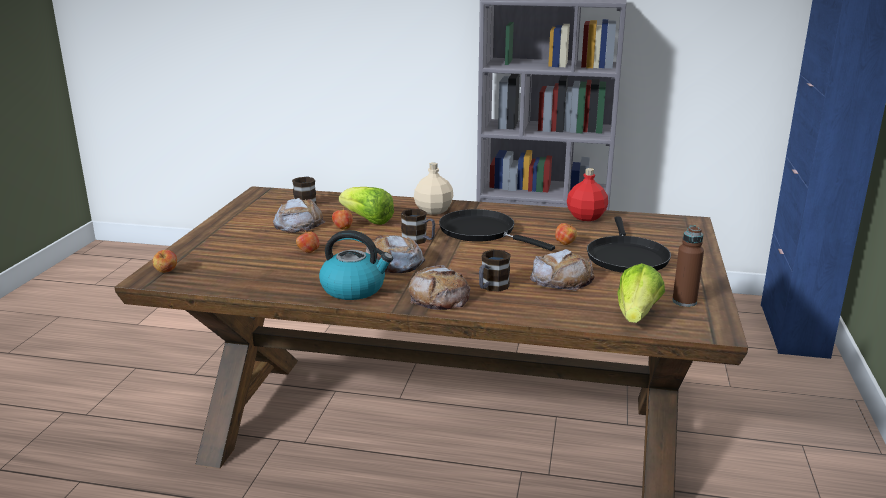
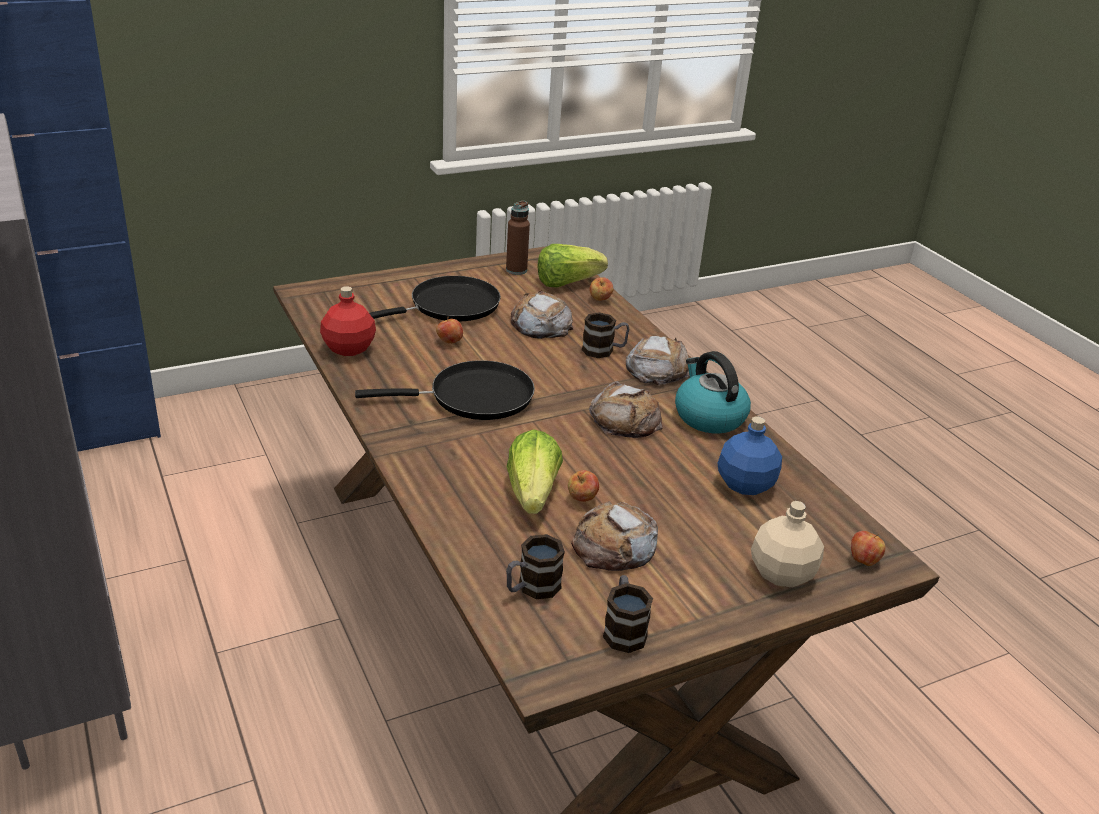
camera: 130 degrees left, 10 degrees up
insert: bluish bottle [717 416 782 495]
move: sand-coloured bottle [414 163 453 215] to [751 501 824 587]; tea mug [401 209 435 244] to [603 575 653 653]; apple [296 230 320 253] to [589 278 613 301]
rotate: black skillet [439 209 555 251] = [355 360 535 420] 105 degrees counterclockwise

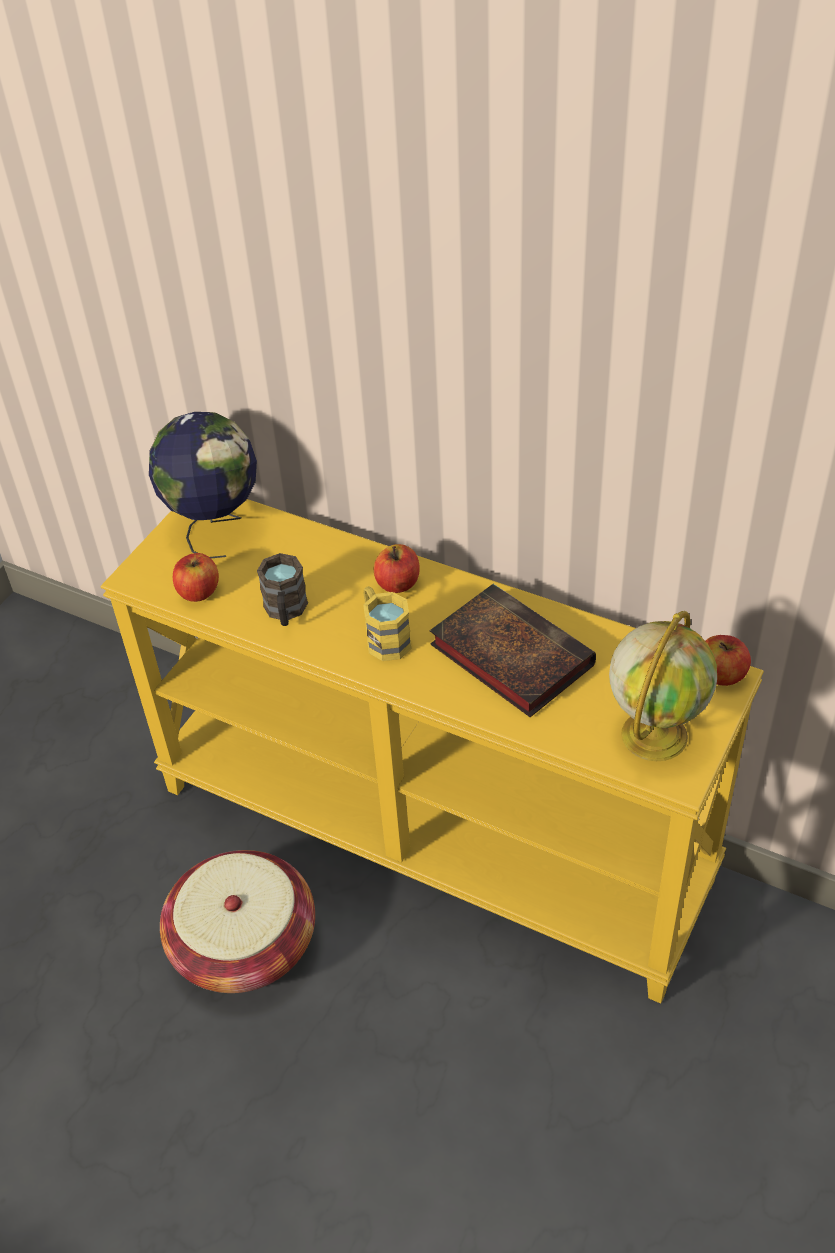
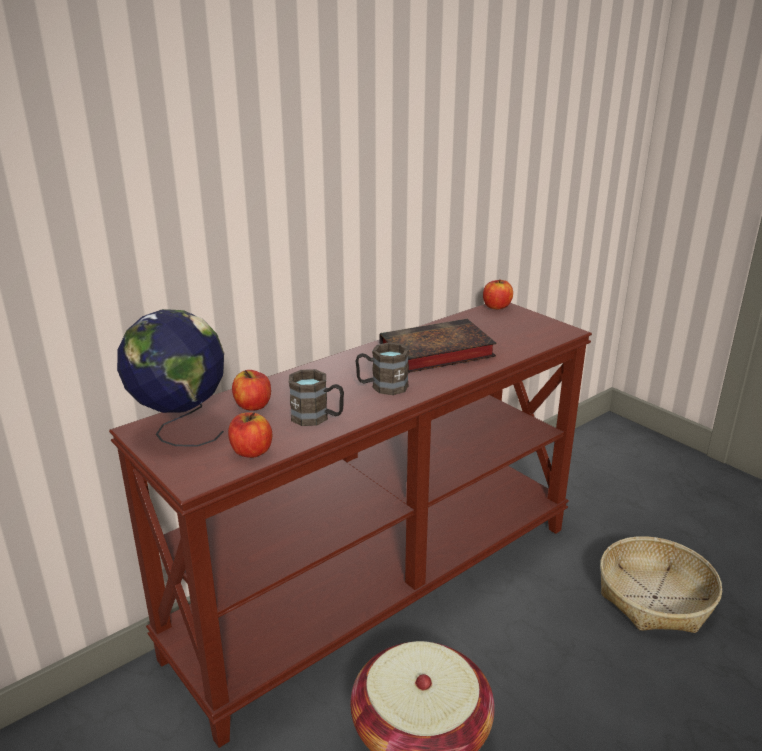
camera: 70 degrees left, 20 degrees down
delete: globe [609 611 717 761]
insert: storage basket [600 536 722 633]
move: apple [374 544 419 593] to [232 370 271 411]
recolor: yellow-coloured hall table [101 499 764 1004] to brown hall table [109 303 592 748]; yellow-coloured tea mug [363 586 412 661] to brown tea mug [355 342 409 395]

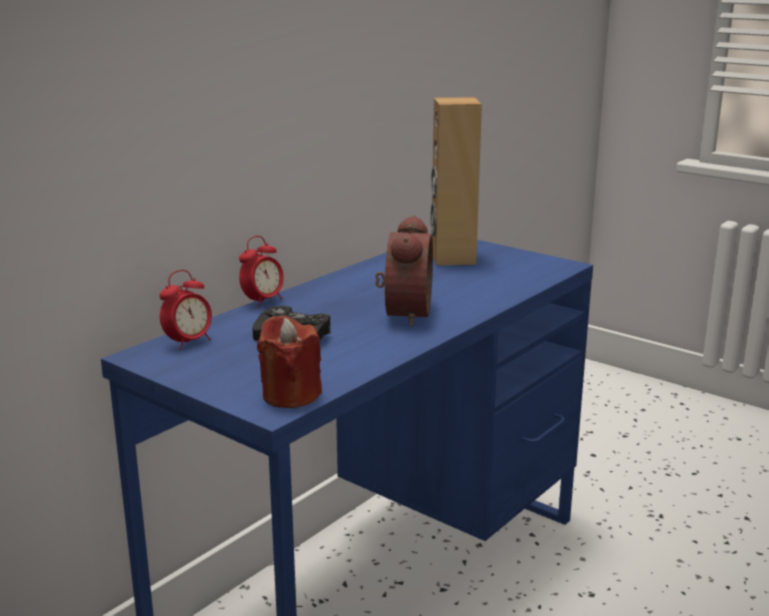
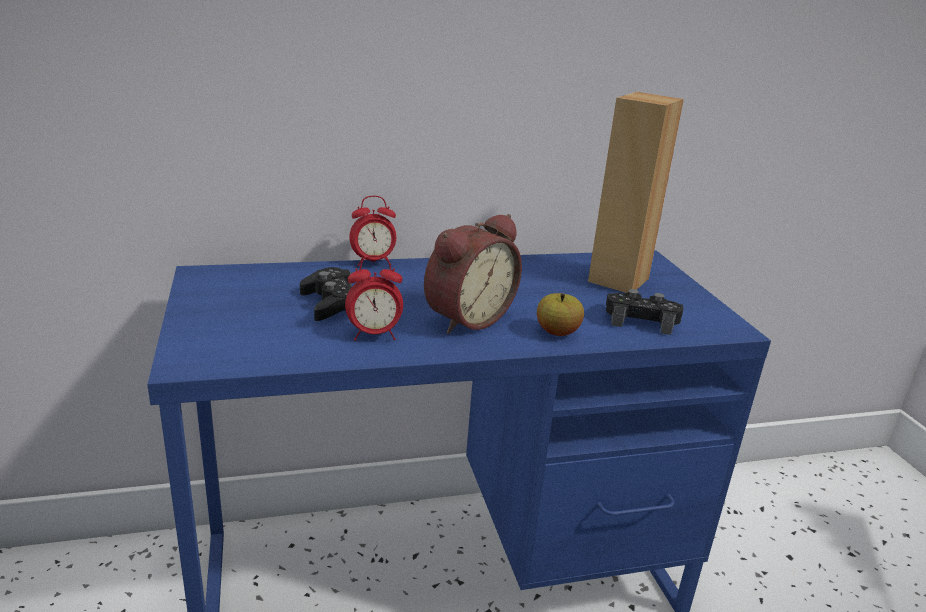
camera: 35 degrees right, 5 degrees up
delete: reddish wax light [257 316 322 408]
insert: black game controller [606 289 684 335]; apple [537 293 584 336]
move: alarm clock [159 270 212 350] to [345 255 403 341]

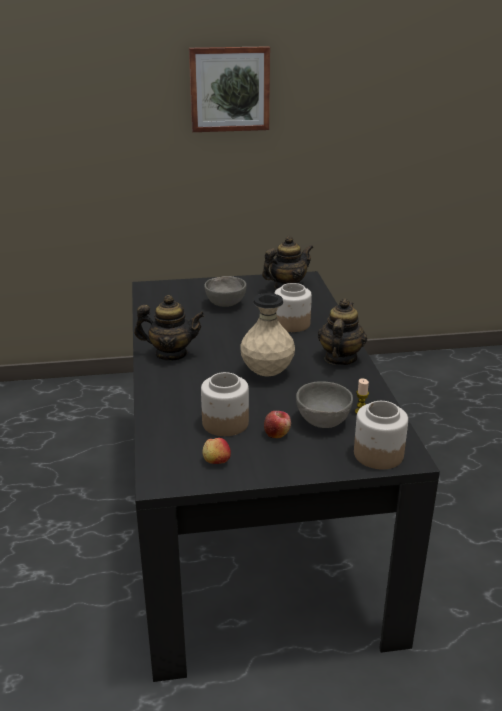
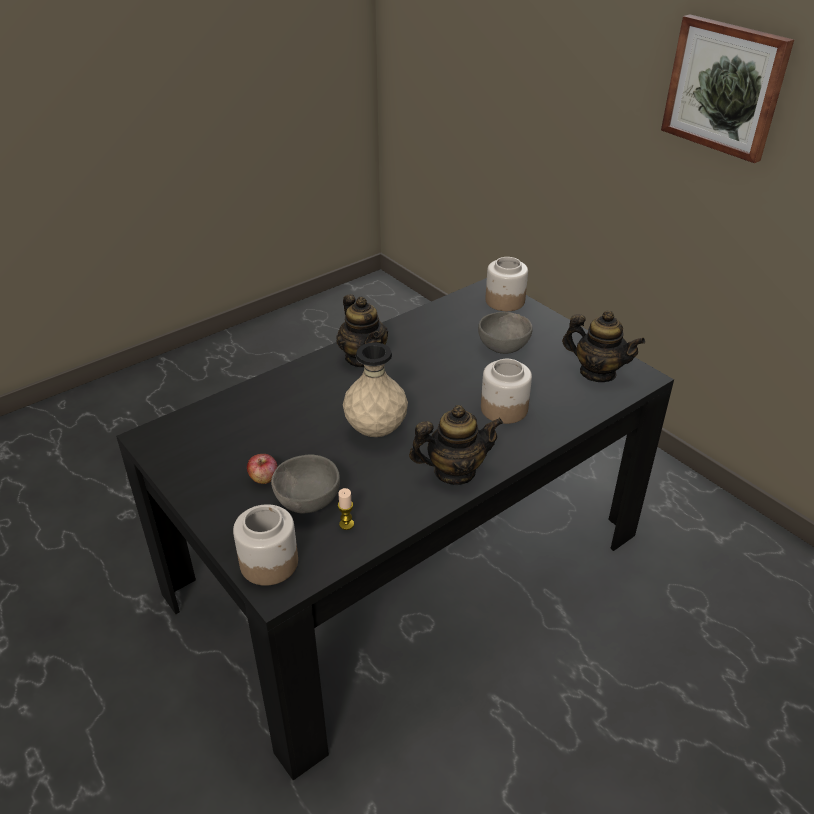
camera: 60 degrees right, 10 degrees up
delete: apple [202 438 231 464]
move: jar [201 372 249 436] to [485 257 528 311]

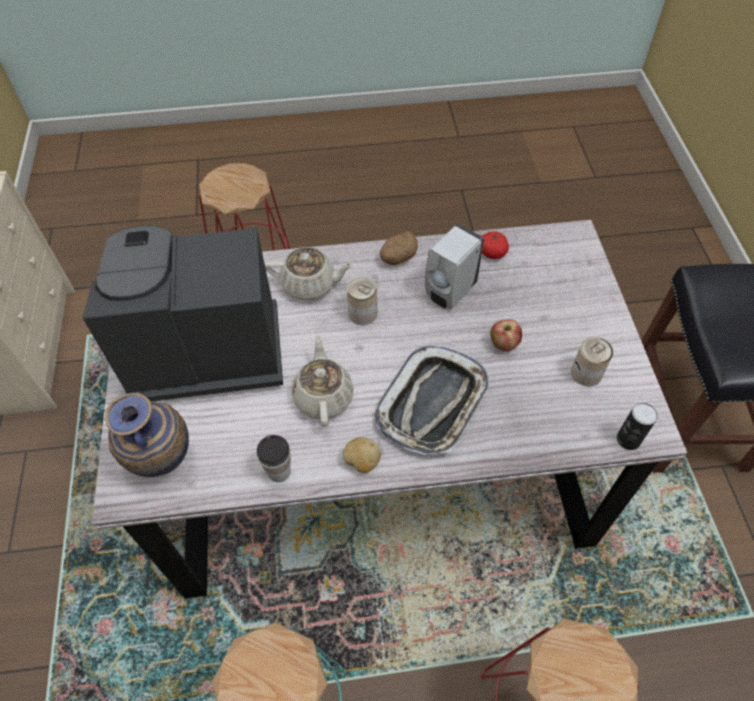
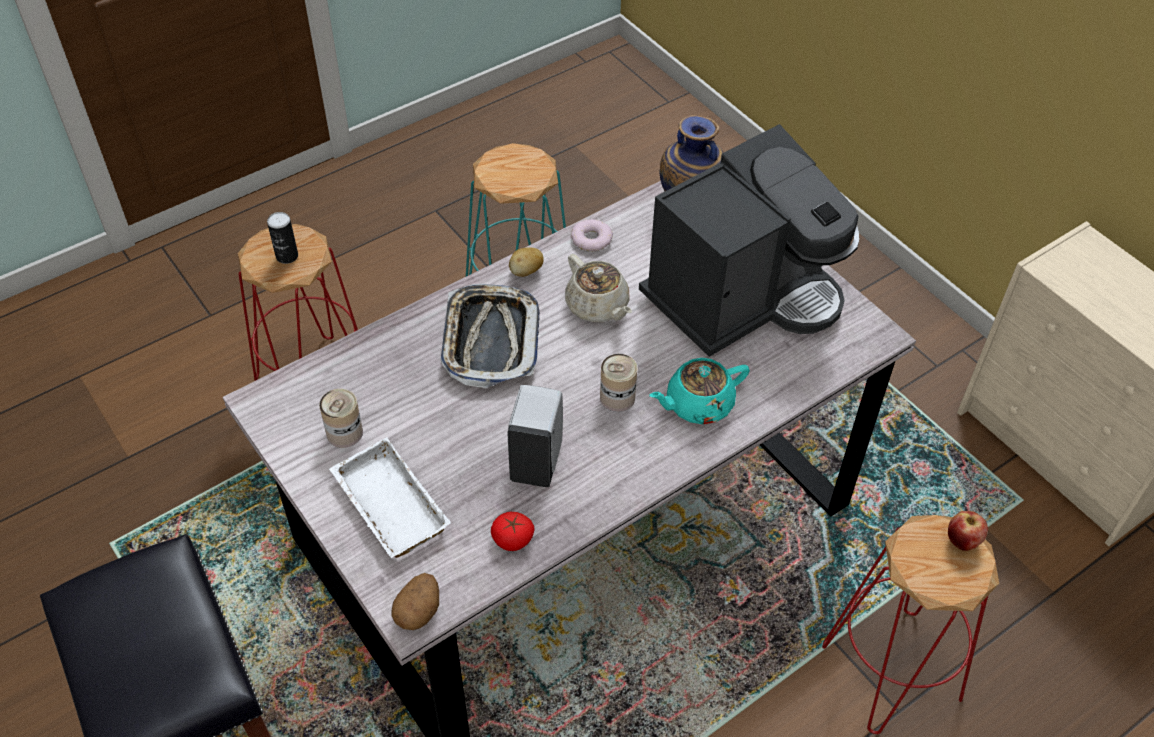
camera: 150 degrees right, 5 degrees down
insert: whitish carrying tray [329 437 451 558]
move: whole potato [380 232 418 265] to [392 573 439 630]; apple [490 319 522 352] to [948 511 988 551]; can [617 403 658 450] to [267 212 298 264]
replace: drinking cup [257 435 291 482] to ring doughnut [571 219 613 251]
recolor: sand-coloured pot for tea [265 247 354 300] to turquoise pot for tea [649 358 750 424]

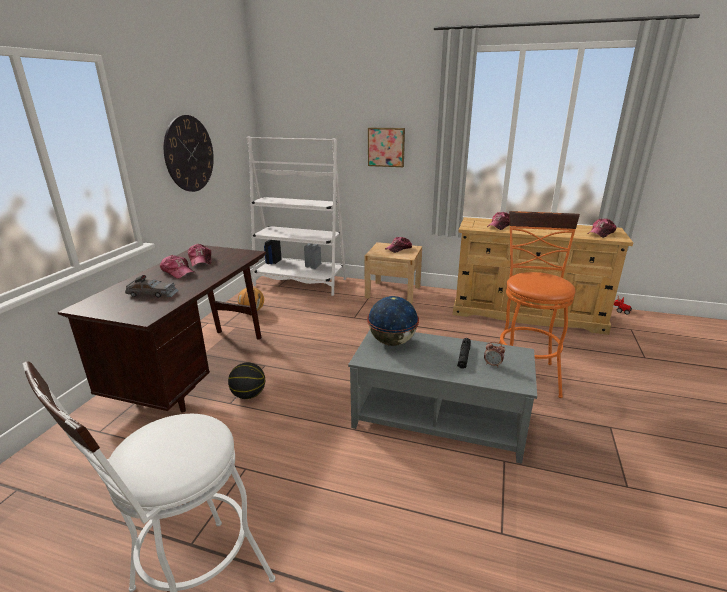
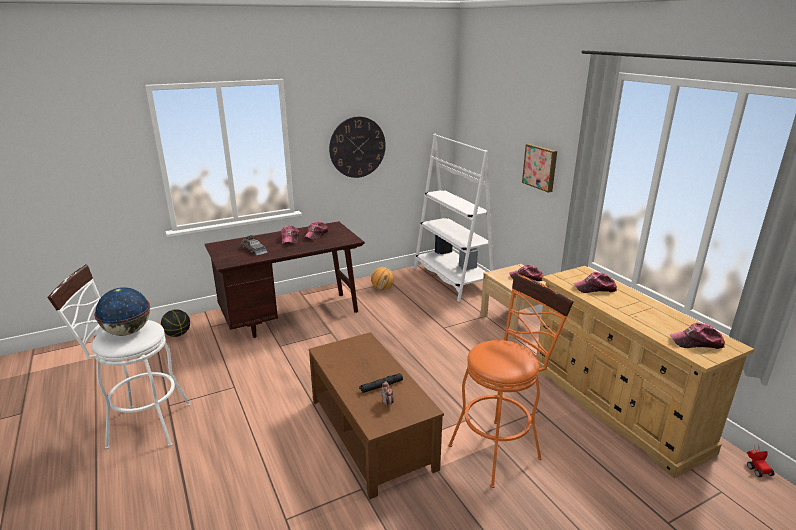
camera: 45 degrees right, 0 degrees up
move: globe [367 296 419 346] to [94 287 150 336]; basketball [228 363 265 399] to [161 309 190 337]
recolor: greyish low table [348 330 537 464] to brown low table [308 332 444 499]

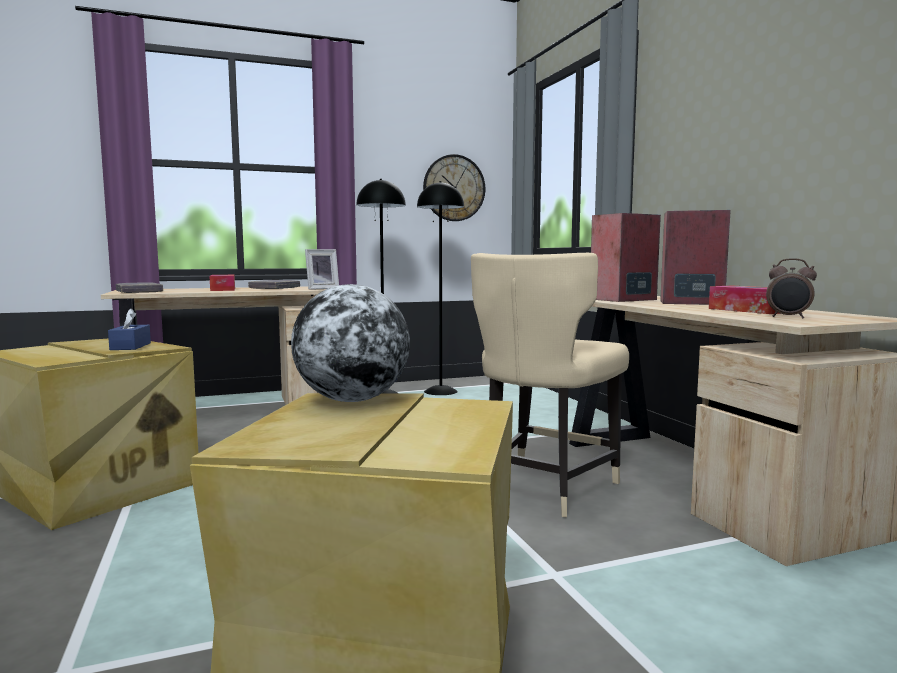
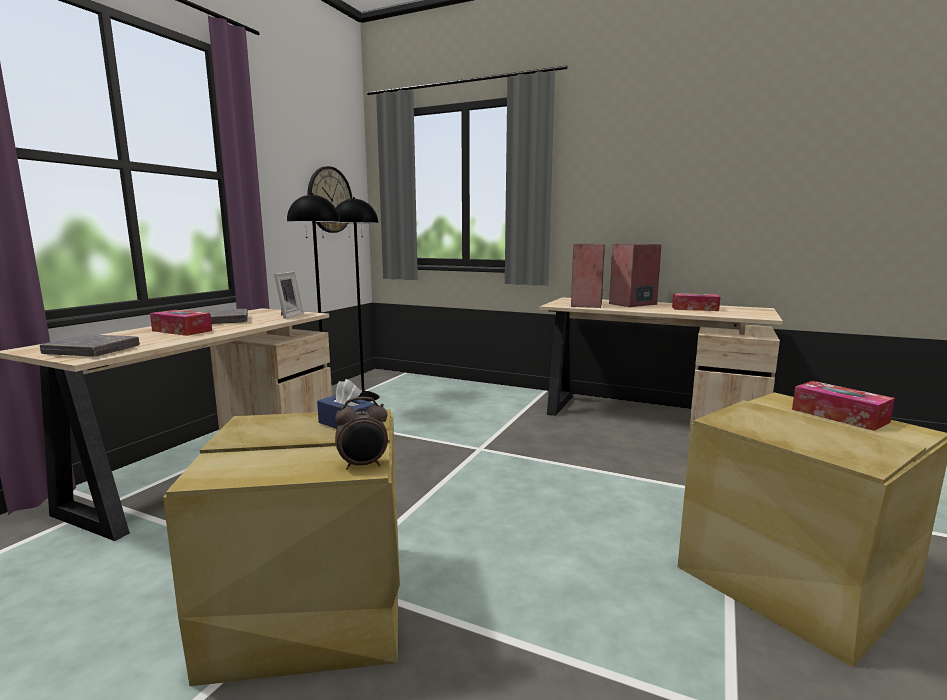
camera: 45 degrees left, 5 degrees up
delete: sand-coloured chair [471 253 629 517]; globe [291 284 410 402]
insert: box of tissues [792 381 895 431]
move: alarm clock [766 258 817 319] to [335 397 388 470]

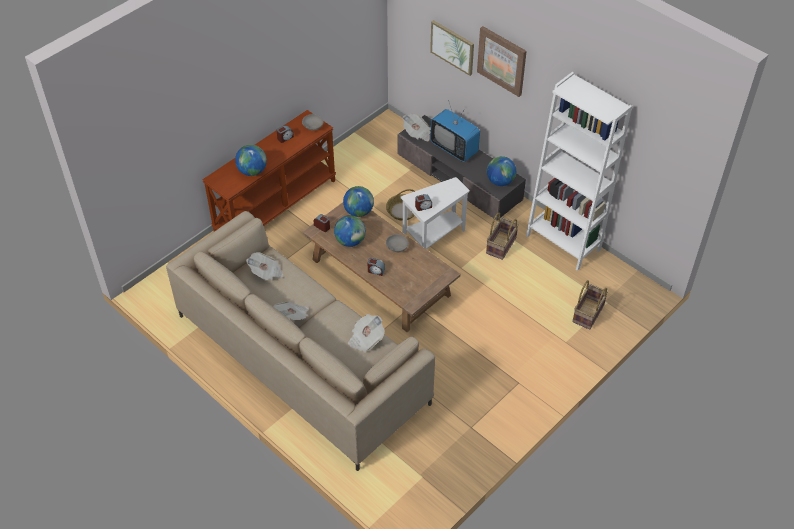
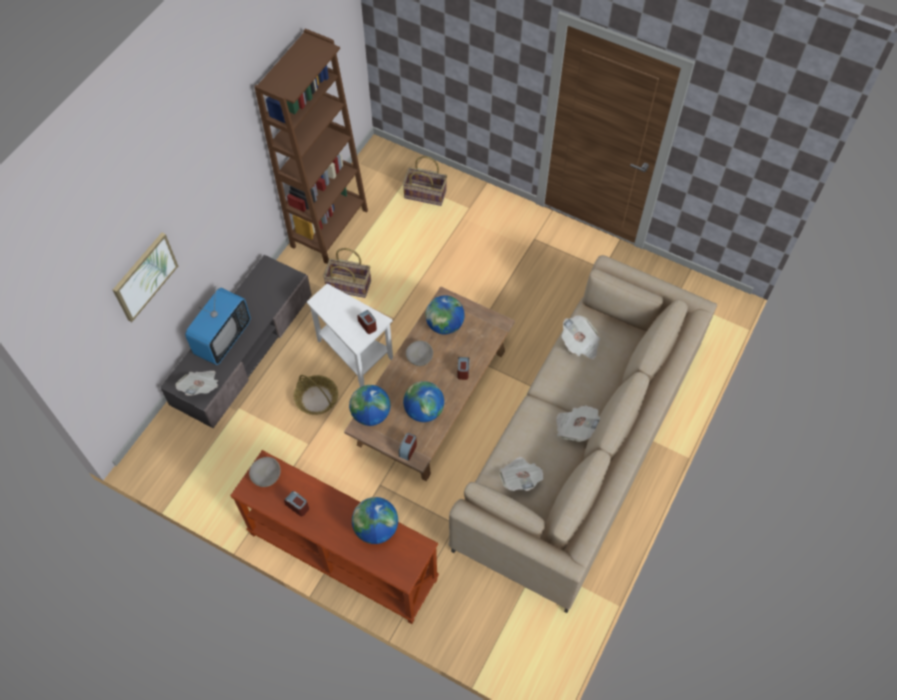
camera: 105 degrees left, 10 degrees up
delete: wall picture [477 26 527 97]
move: globe [487 156 516 186] to [426 295 465 335]
recolor: whitish bookshelf [526 72 632 271] to brown bookshelf [254 29 368 264]

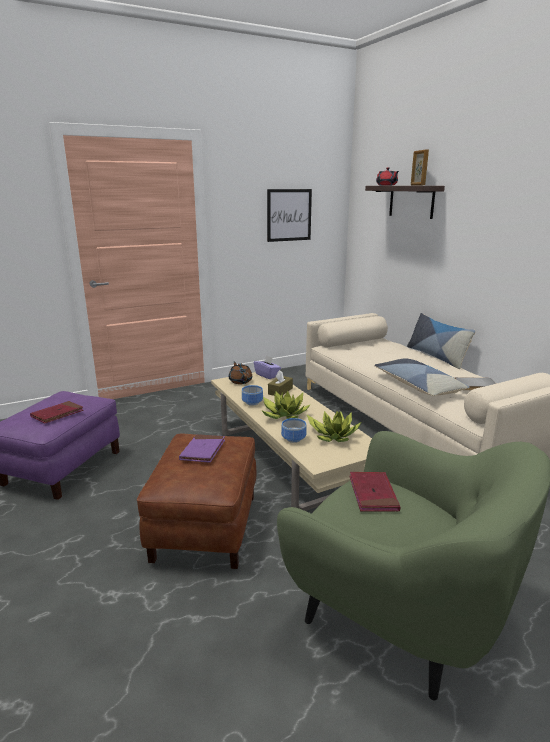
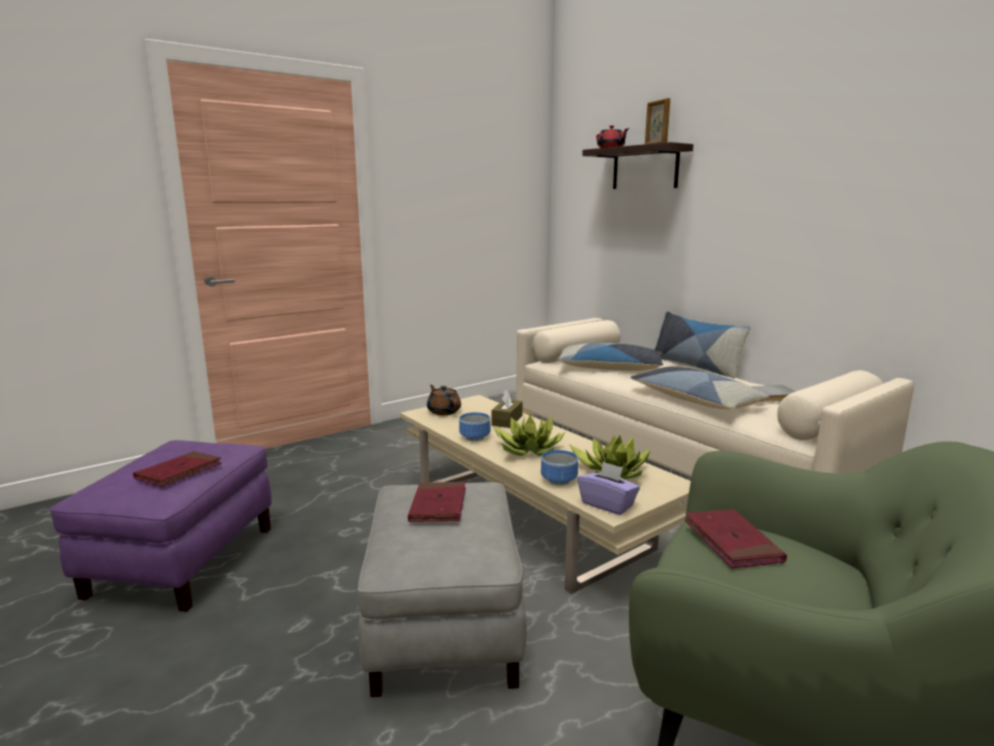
camera: 10 degrees left, 5 degrees down
delete: wall picture [267 189 312 242]
insert: throw pillow [557 343 663 371]
move: purplish box of tissues [254 355 281 379] to [578 461 640 515]
recolor: brown footrest [137 433 256 569] to greyish footrest [358 482 527 697]; purplish volume [179 434 225 463] to reddish volume [408 482 466 522]

